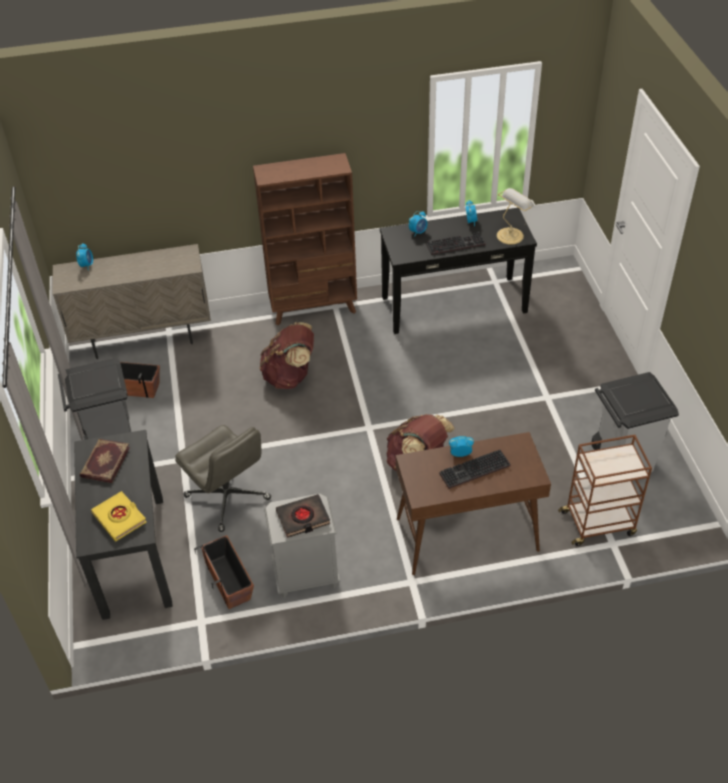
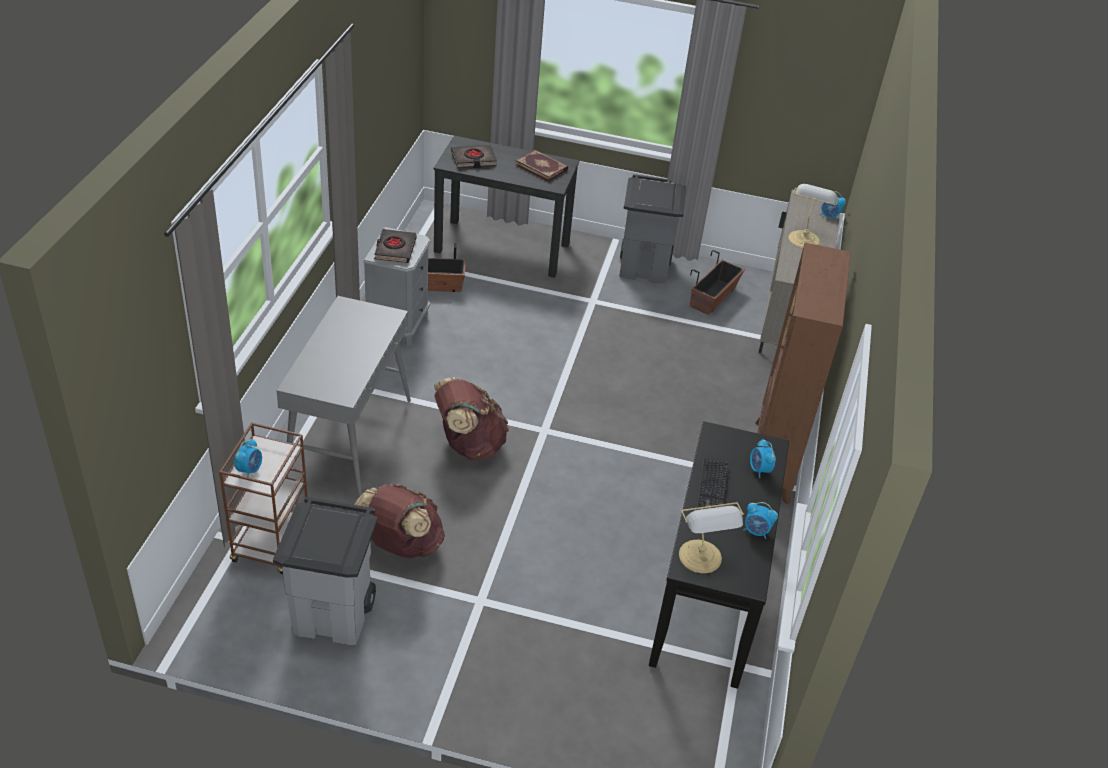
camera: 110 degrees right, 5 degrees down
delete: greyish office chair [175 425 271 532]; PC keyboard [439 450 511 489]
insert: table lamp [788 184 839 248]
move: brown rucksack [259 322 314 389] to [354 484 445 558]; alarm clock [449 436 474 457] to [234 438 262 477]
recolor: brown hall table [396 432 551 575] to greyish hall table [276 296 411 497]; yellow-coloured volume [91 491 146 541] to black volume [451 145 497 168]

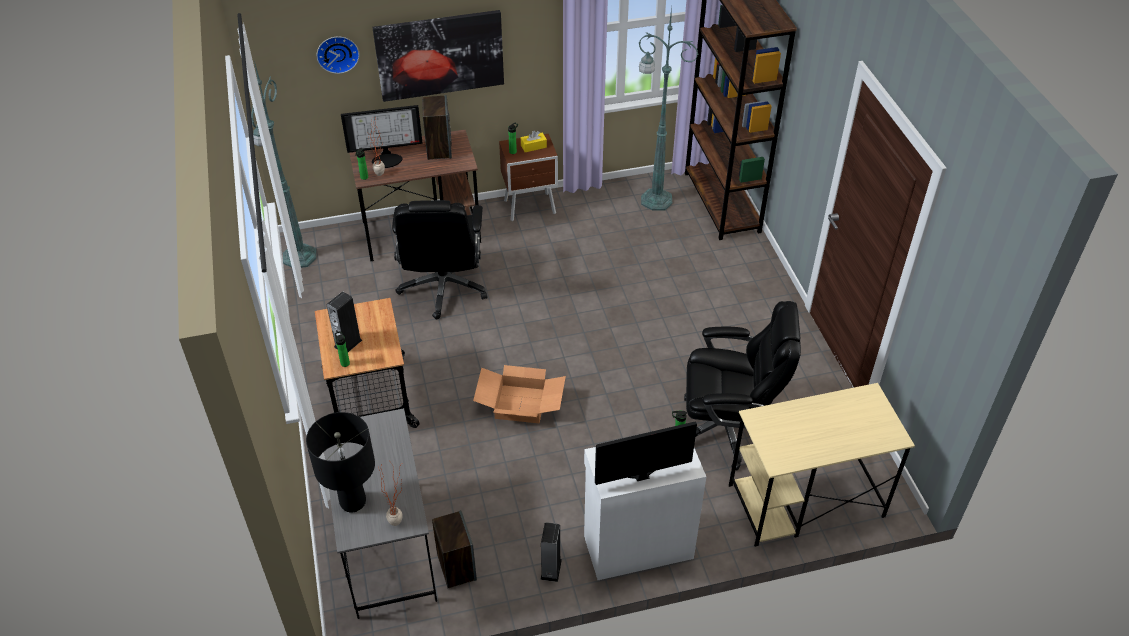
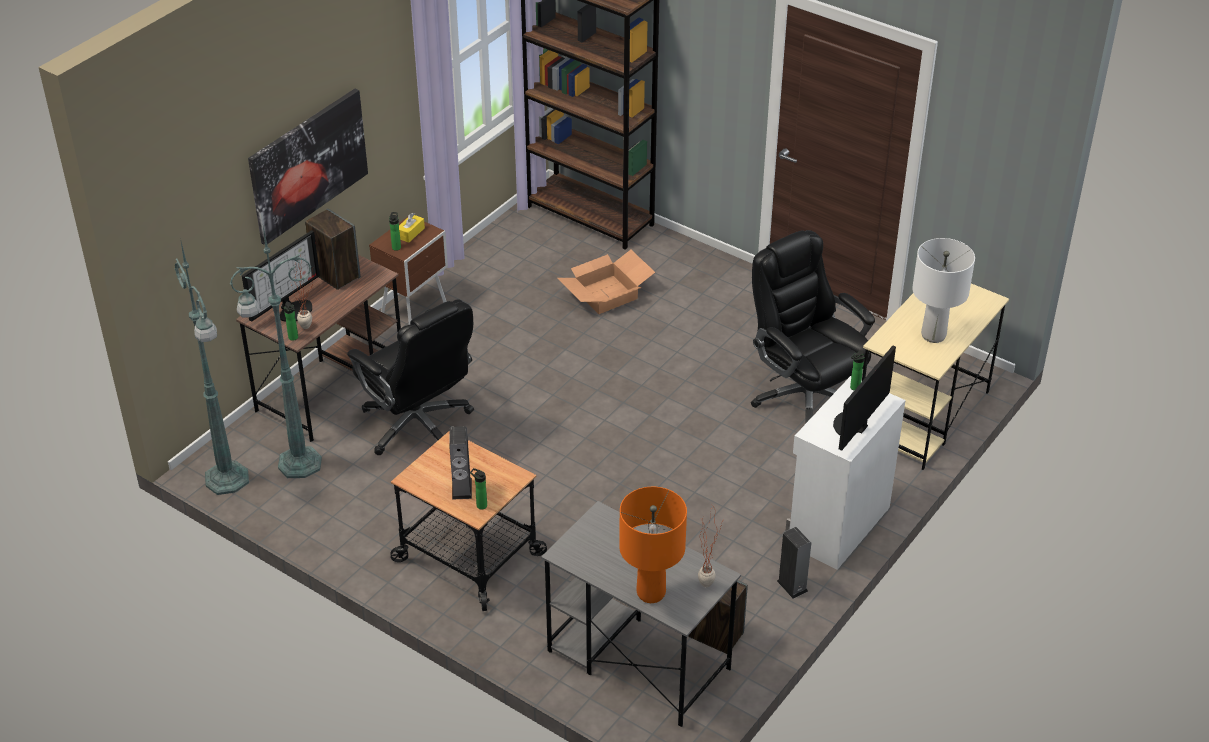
camera: 40 degrees left, 5 degrees down
delete: hanging clock [317 36 359 74]
insert: whitish table lamp [912 238 975 343]
move: green standard lamp [639 7 698 211] to [230 226 322 478]; packing box [473 365 566 423] to [558 250 655 314]
recolor: black table lamp [306 412 375 512] to orange-coloured table lamp [619 487 687 603]
rotate: black office chair [684 301 801 470] = [751 230 875 424] 90 degrees counterclockwise

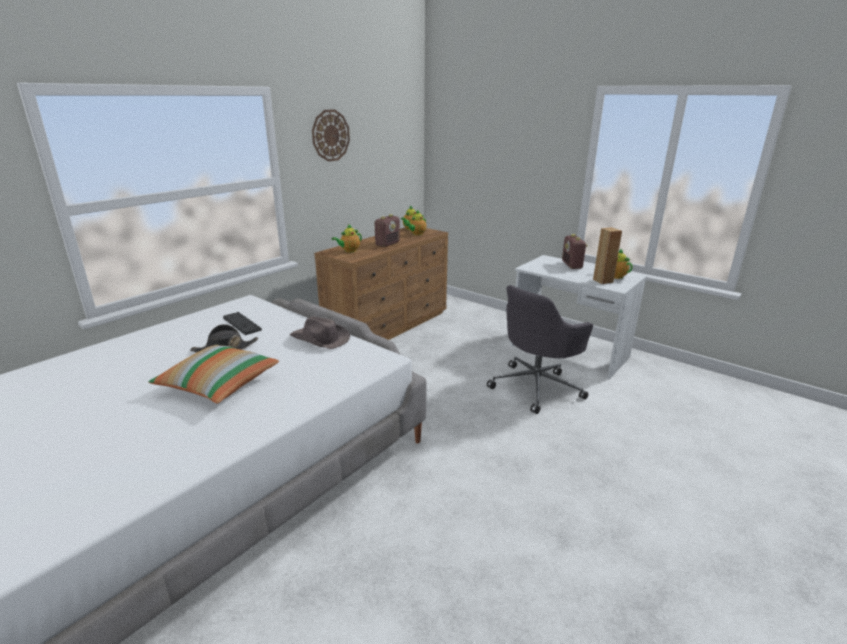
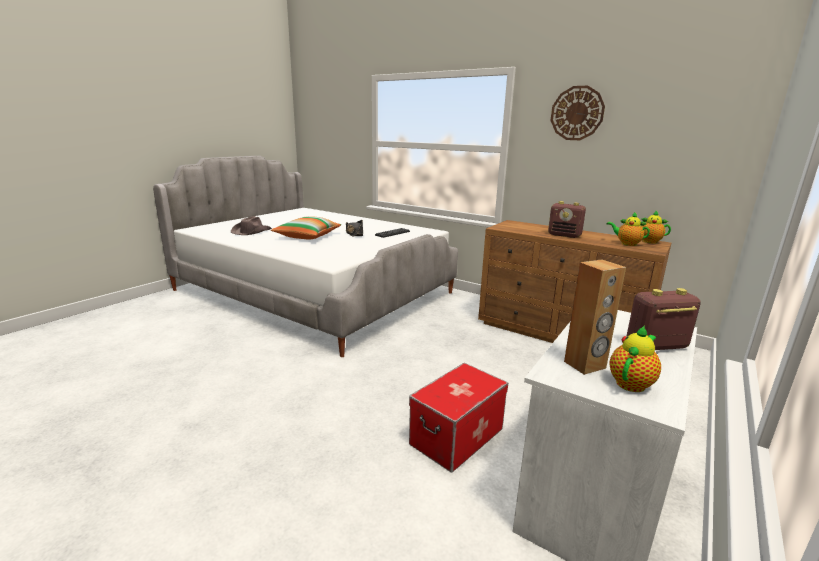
camera: 85 degrees right, 5 degrees down
delete: pot for tea [332 224 362 252]
move: brown hat [290 317 350 349] to [231 216 272 235]
replace: greyish office chair [487 285 593 414] to storage box [409 363 508 473]

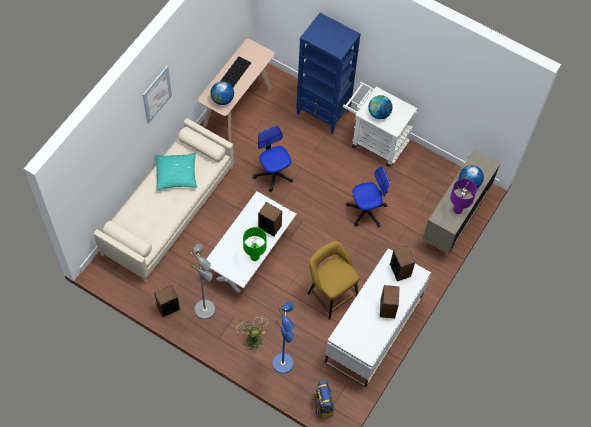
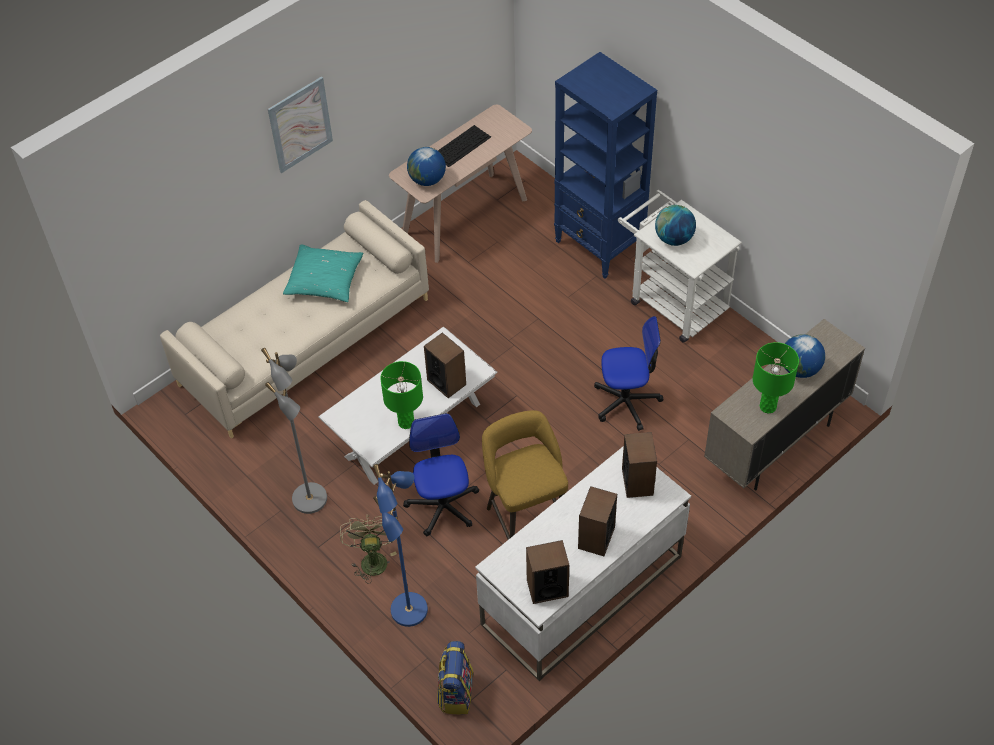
camera: 20 degrees right, 10 degrees down
move: office chair [253 126 293 192] to [403 413 479 536]; audio speaker [154 285 180 317] to [526 540 569 604]
recolor: purplish table lamp [450 179 477 214] to green table lamp [753 342 799 414]

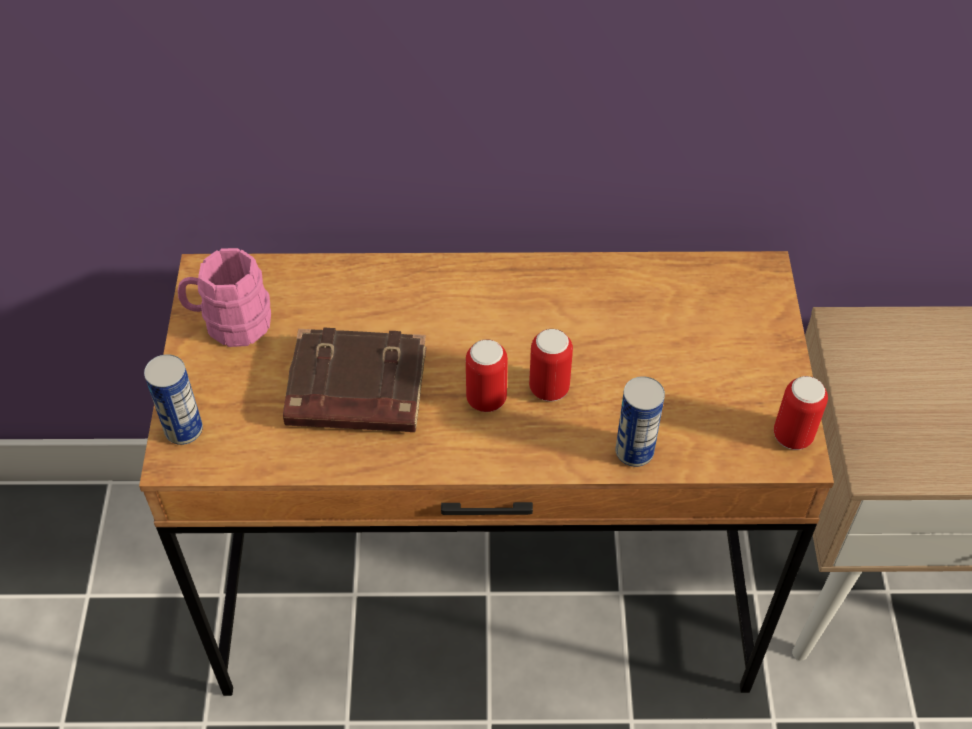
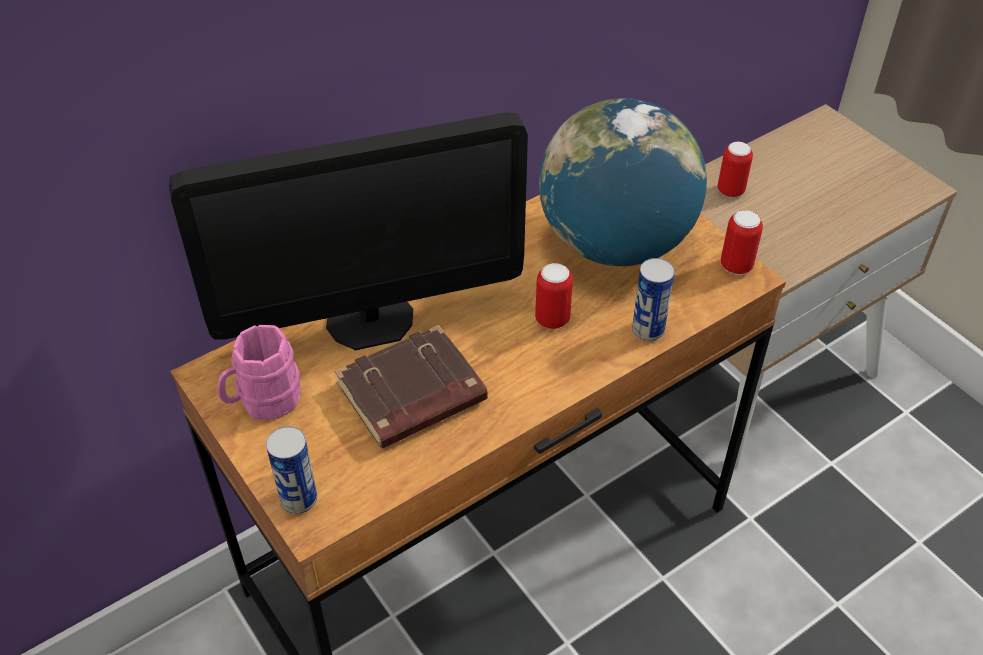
camera: 35 degrees left, 5 degrees down
insert: globe [539 98 707 266]; monitor [169 112 528 350]
move: can [466 339 508 412] to [718 142 753 197]

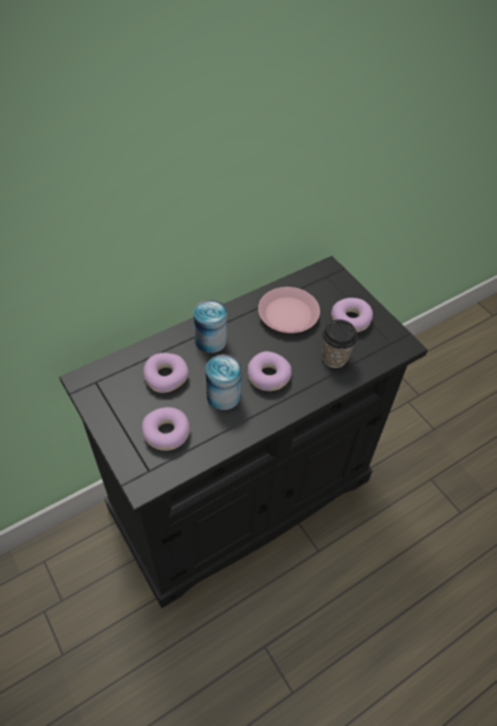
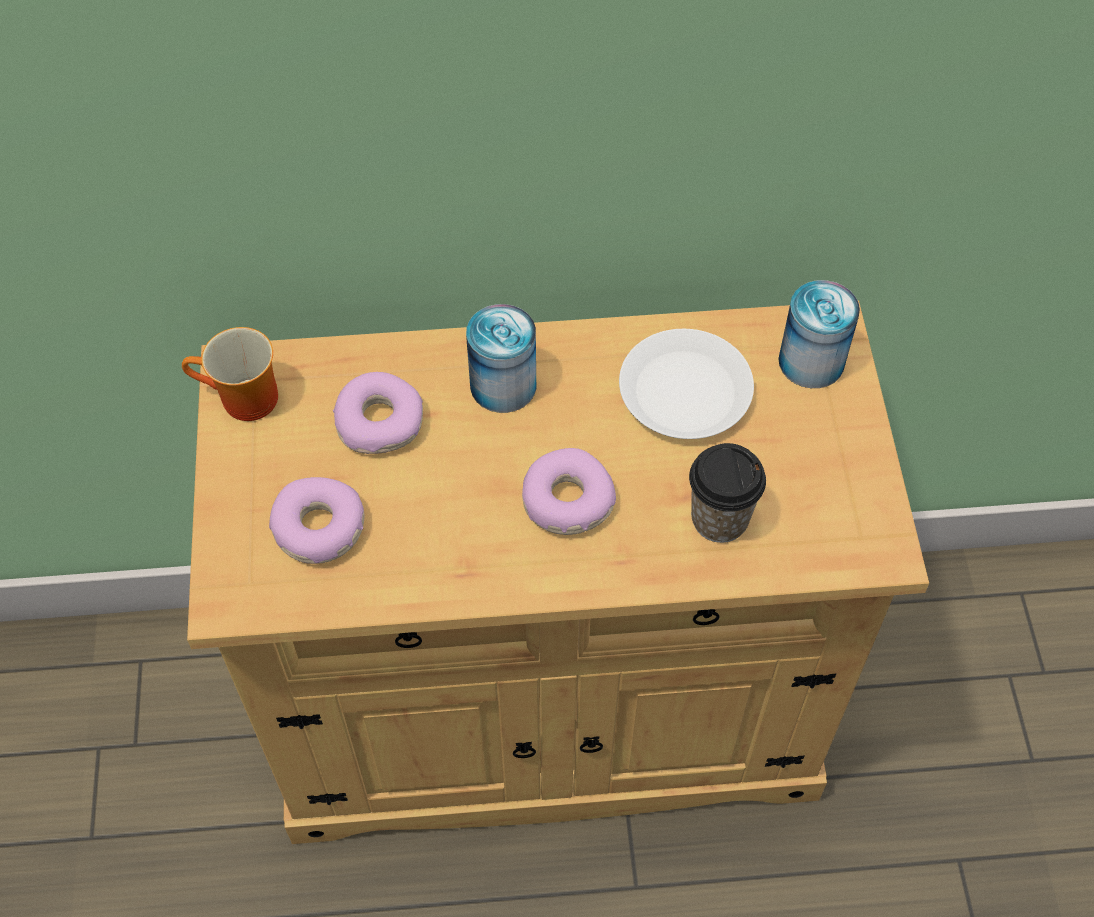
camera: 30 degrees right, 5 degrees up
delete: ring doughnut [331 298 373 332]
insert: tea mug [182 327 278 421]
move: can [206 355 242 410] to [778 280 860 388]
recolor: black cupboard [59 256 428 608] to sand-coloured cupboard [187 301 929 844]; pink dinner plate [258 287 320 333] to whitish dinner plate [619 329 754 439]

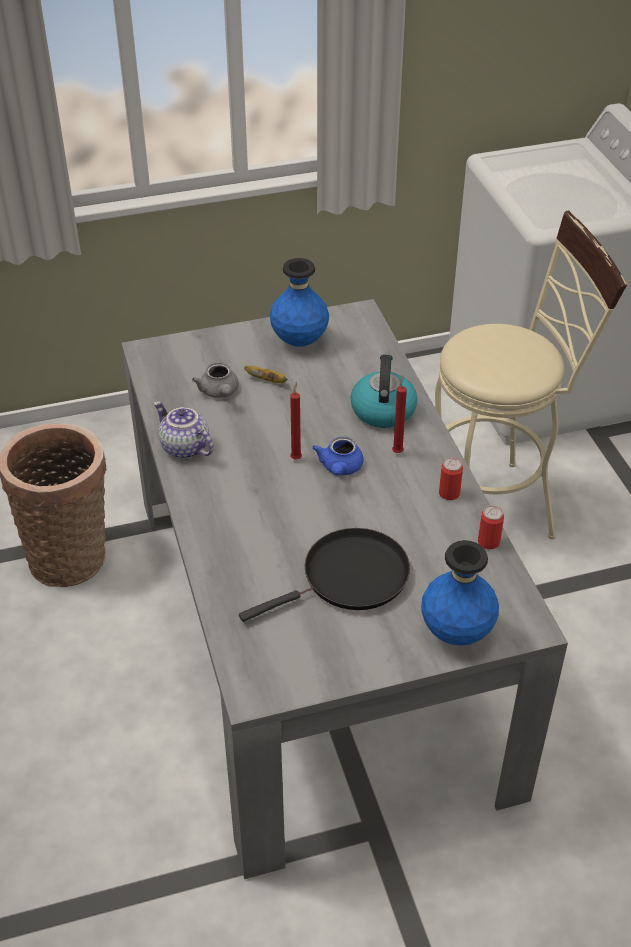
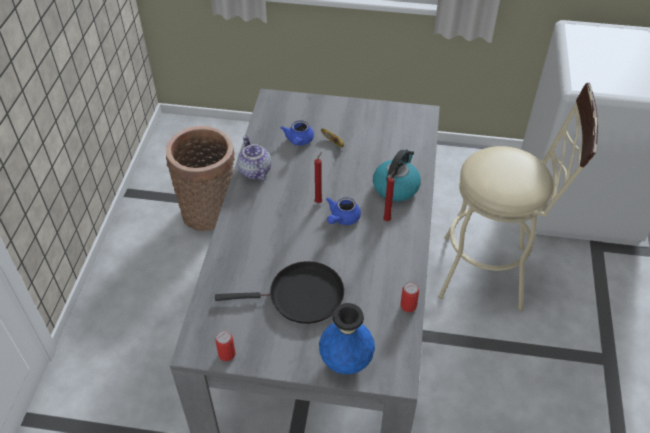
camera: 25 degrees right, 5 degrees up
delete: bluish vase [270 258 329 347]
move: can [439 457 463 500] to [215 330 236 361]
recolor: greyish pot for tea [192 362 238 398] to bluish pot for tea [281 120 314 145]

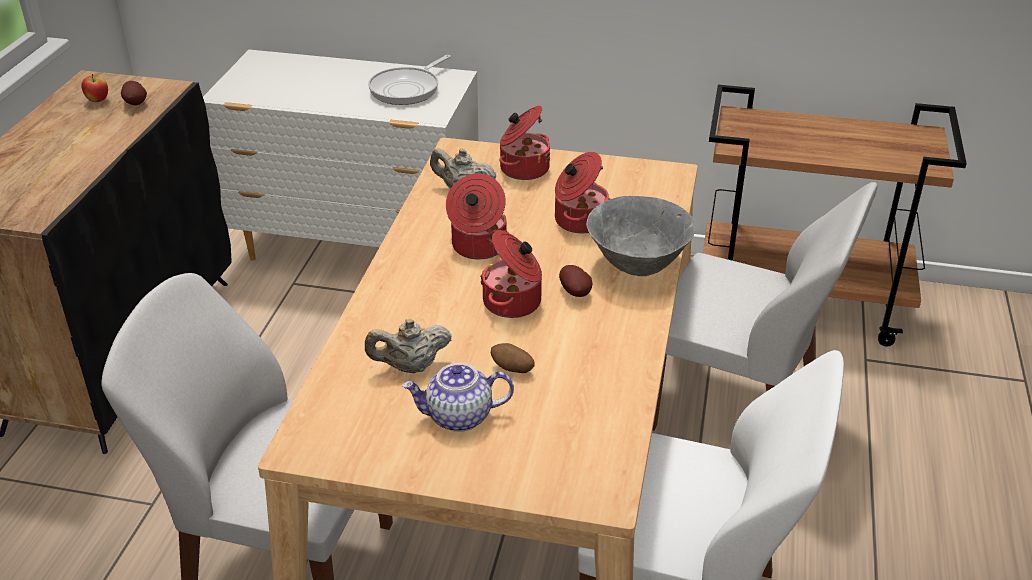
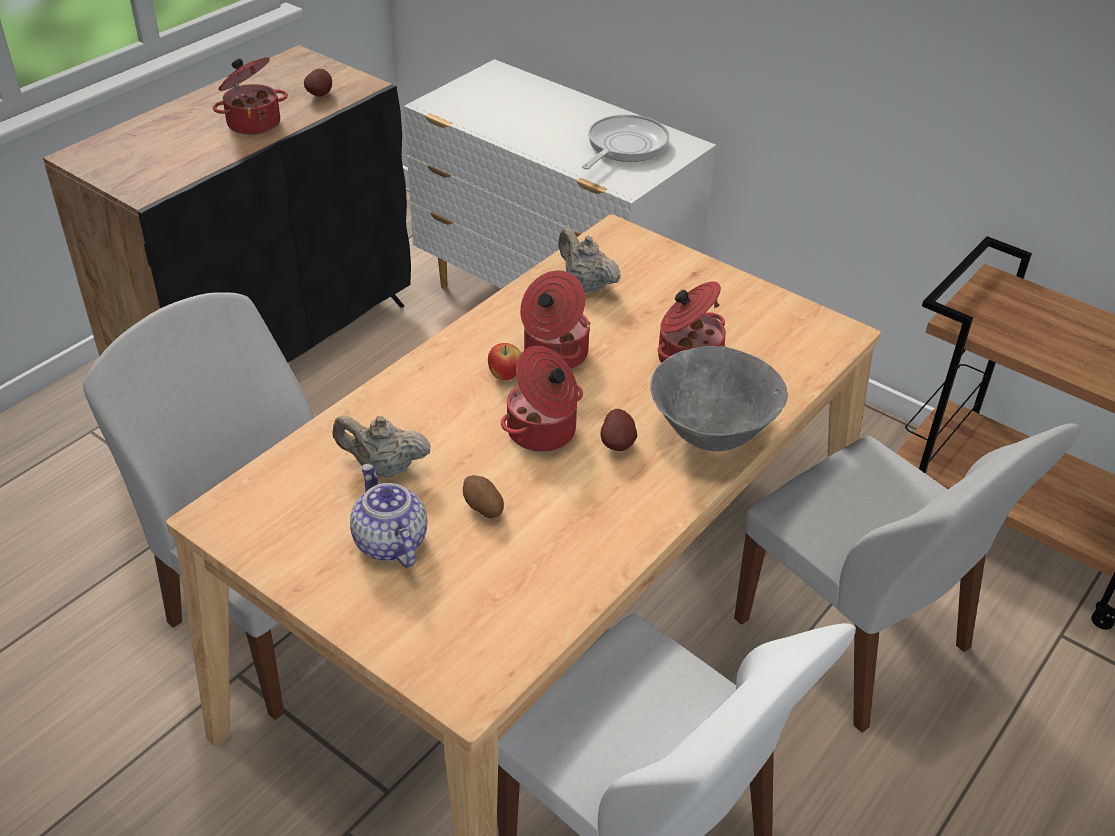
camera: 25 degrees right, 5 degrees up
move: apple [81 74 108 102] to [488 343 521 380]; saucepot [499 106 550 180] to [213 57 288 135]
rotate: skillet [368 55 451 105] = [582 114 669 169] 150 degrees clockwise; pot for tea [402 363 514 432] = [350 464 427 568] 45 degrees clockwise

